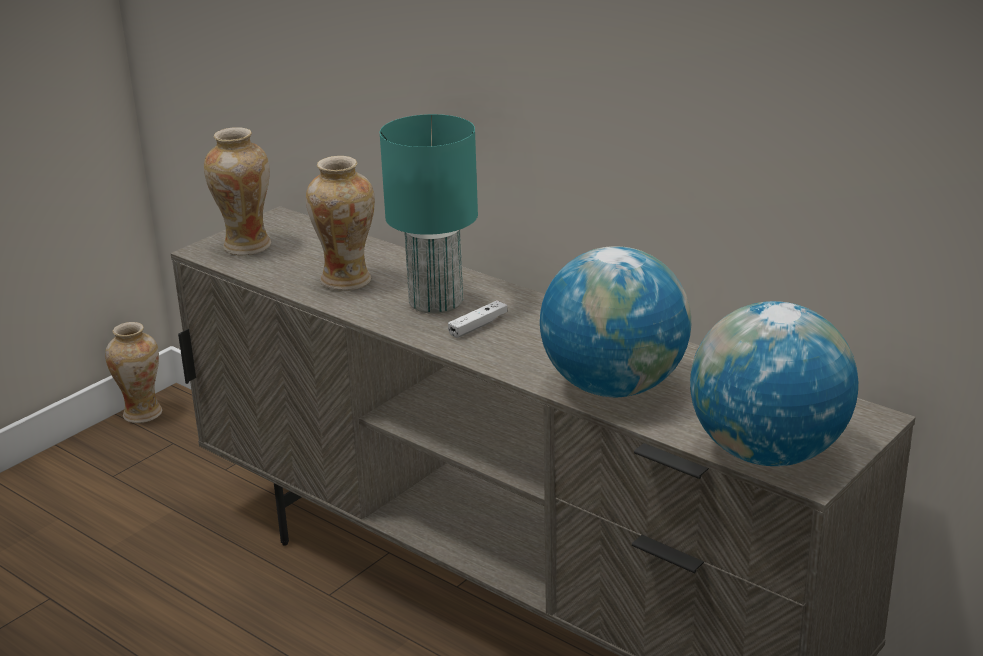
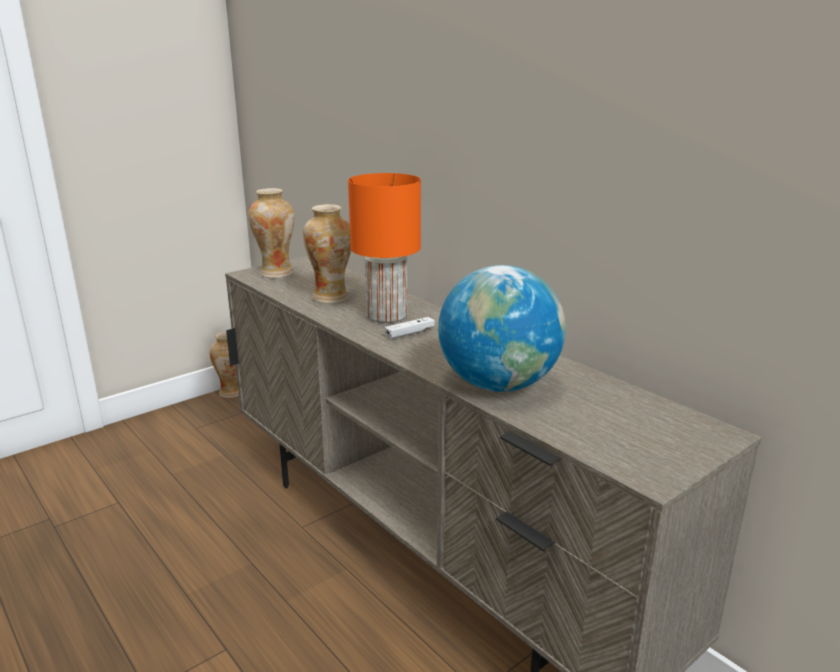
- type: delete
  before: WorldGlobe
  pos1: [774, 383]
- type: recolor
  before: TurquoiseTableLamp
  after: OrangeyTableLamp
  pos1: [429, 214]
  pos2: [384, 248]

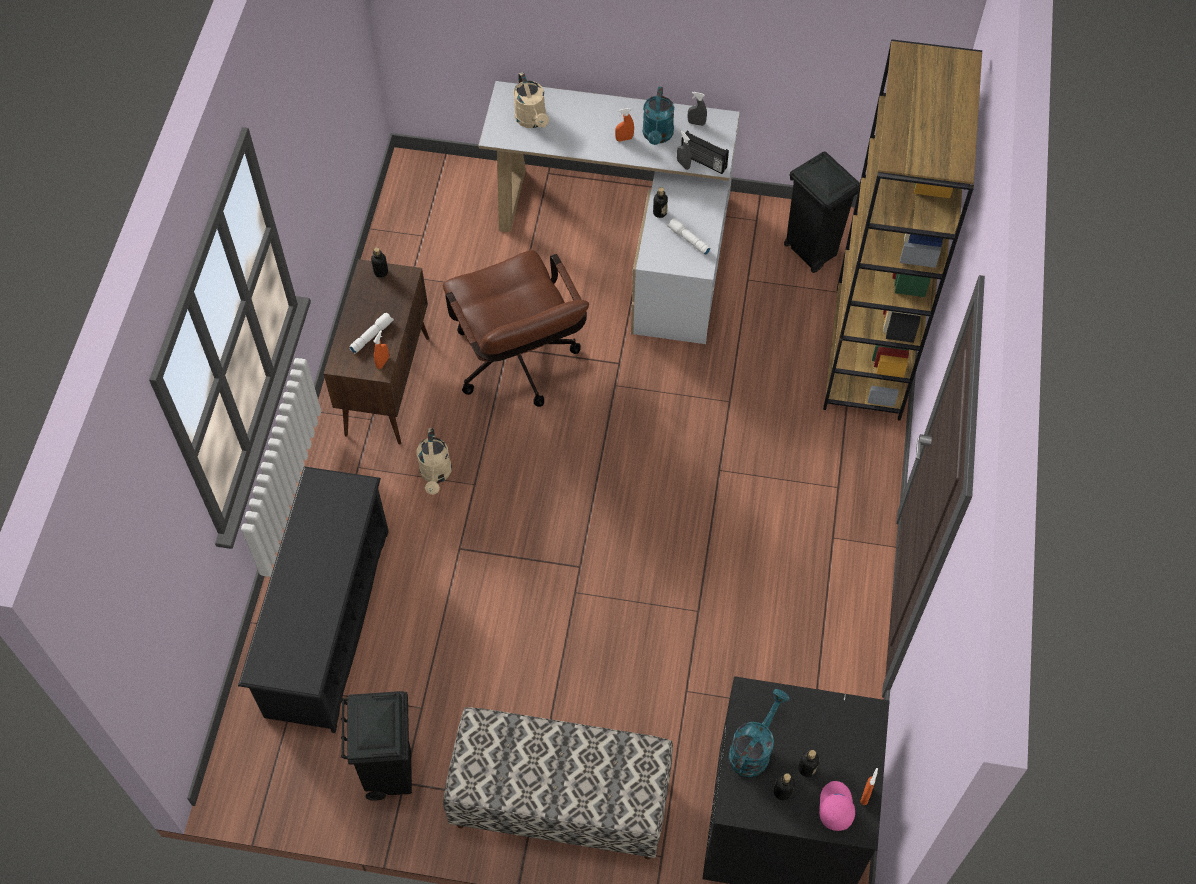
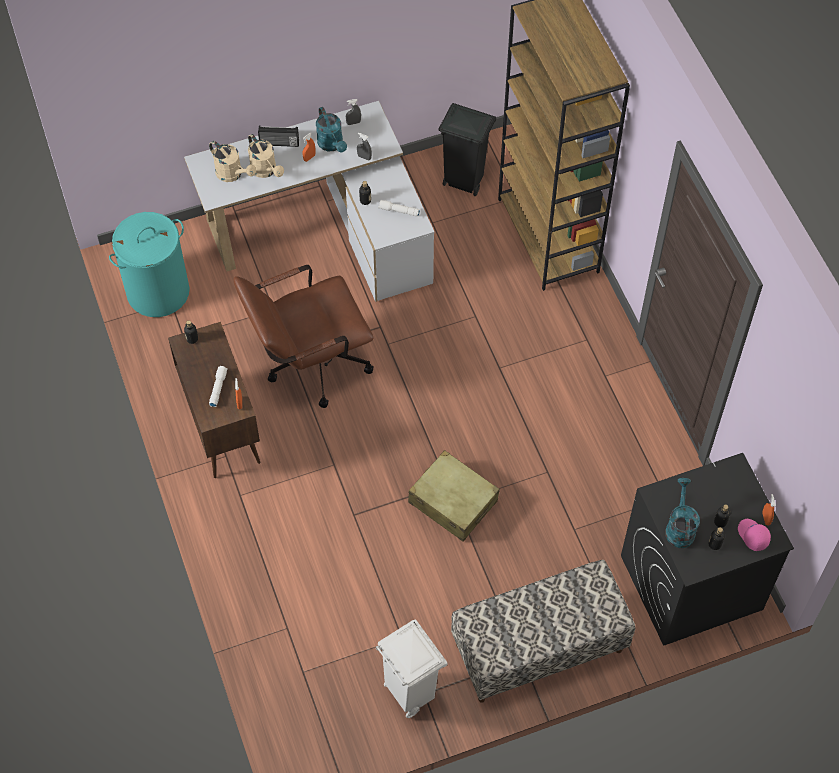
- type: delete
  before: BlackColouredShoeRack
  pos1: [313, 599]
- type: insert
  after: TurquoiseLaundryBasket
  pos2: [149, 264]
- type: insert
  after: SandColouredSuitcase
  pos2: [454, 496]
- type: move
  before: SandColouredWateringPot
  pos1: [434, 461]
  pos2: [266, 156]
- type: move
  before: Radio
  pos1: [705, 152]
  pos2: [278, 136]
- type: recolor
  before: BlackColouredWasteBin
  after: WhitishWasteBin
  pos1: [376, 746]
  pos2: [411, 668]
- type: rotate
  before: BrownDeskChair
  pos1: [516, 328]
  pos2: [304, 336]
  turn: 120

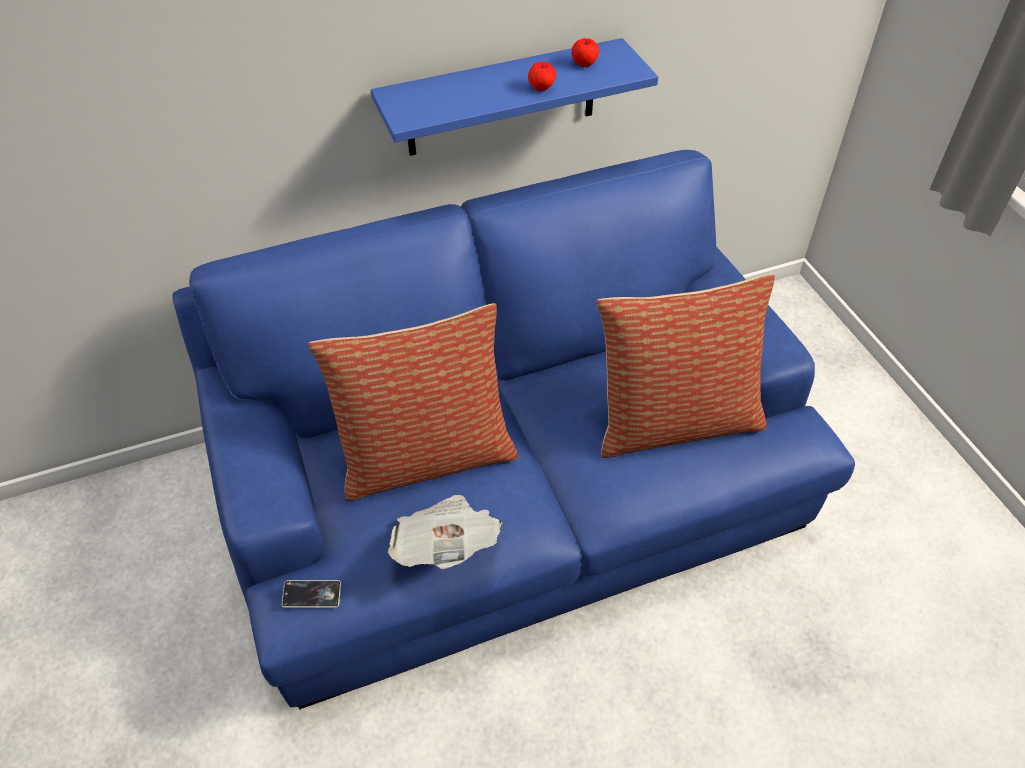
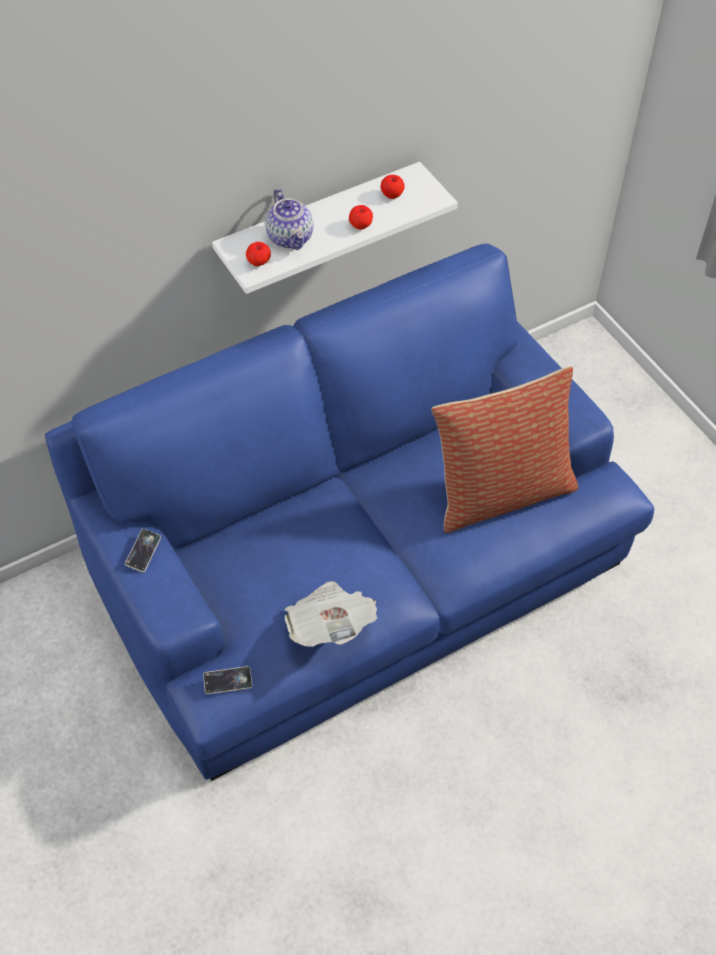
- type: delete
  before: Cushion
  pos1: [413, 402]
- type: insert
  after: Phone
  pos2: [143, 550]
- type: insert
  after: Apple
  pos2: [258, 254]
- type: insert
  after: PotForTea
  pos2: [289, 219]
- type: recolor
  before: BlueBracketShelf
  after: WhitishBracketShelf
  pos1: [514, 97]
  pos2: [335, 228]

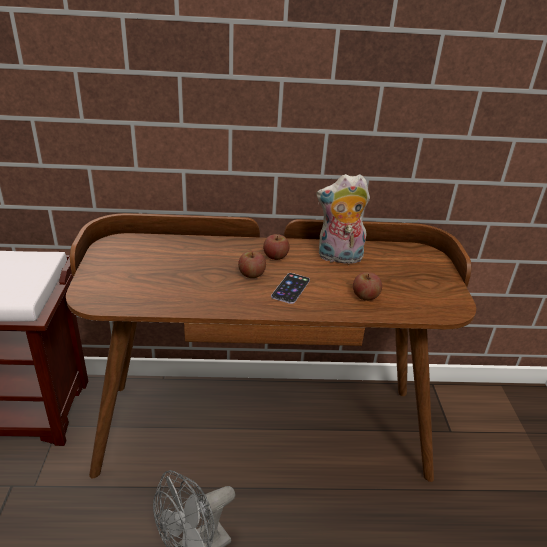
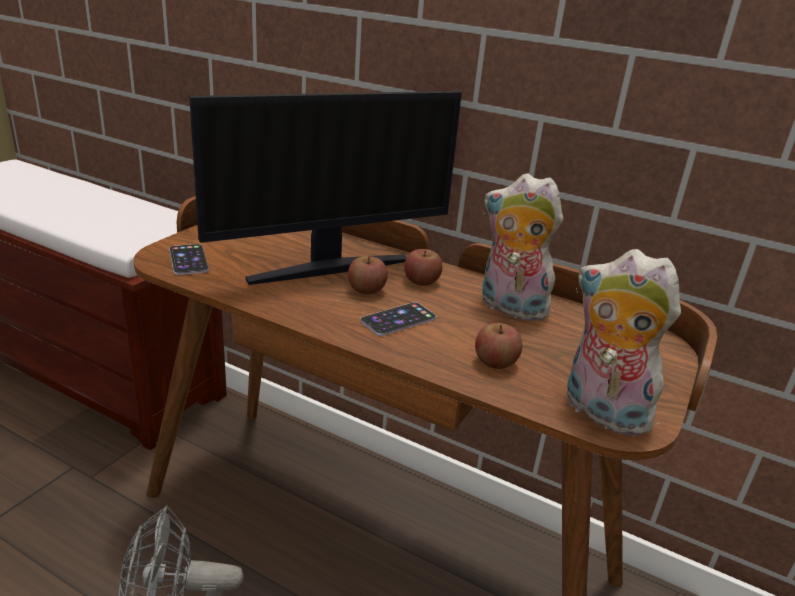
- type: insert
  after: Phone
  pos2: [189, 259]
- type: insert
  after: ComputerScreen
  pos2: [325, 188]
- type: insert
  after: SoftToy
  pos2: [624, 342]

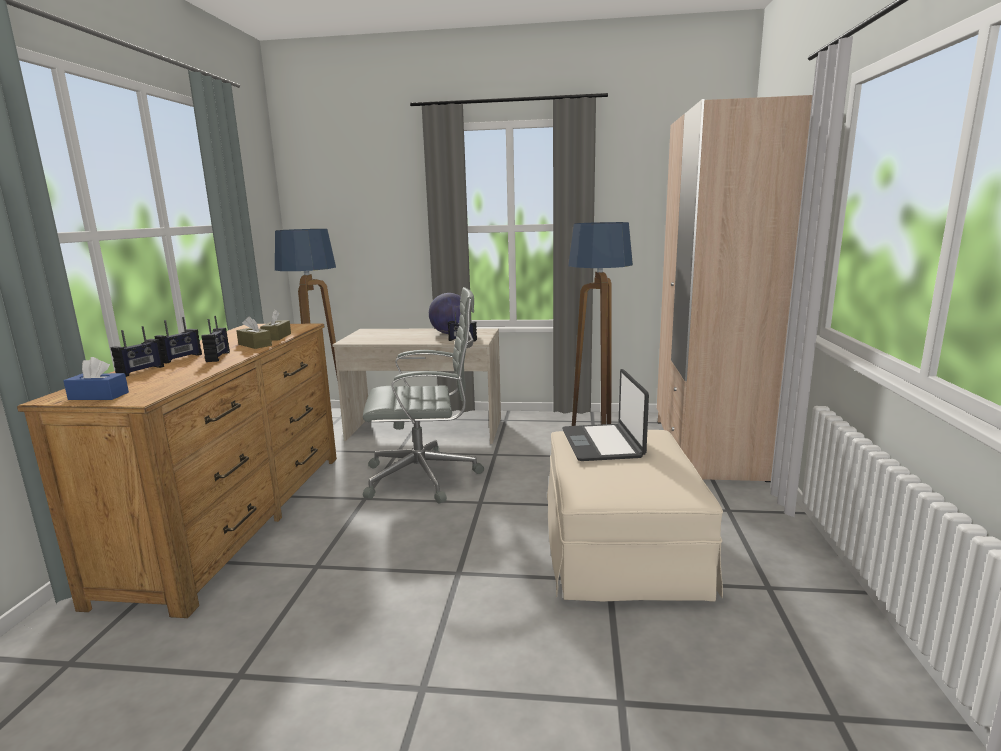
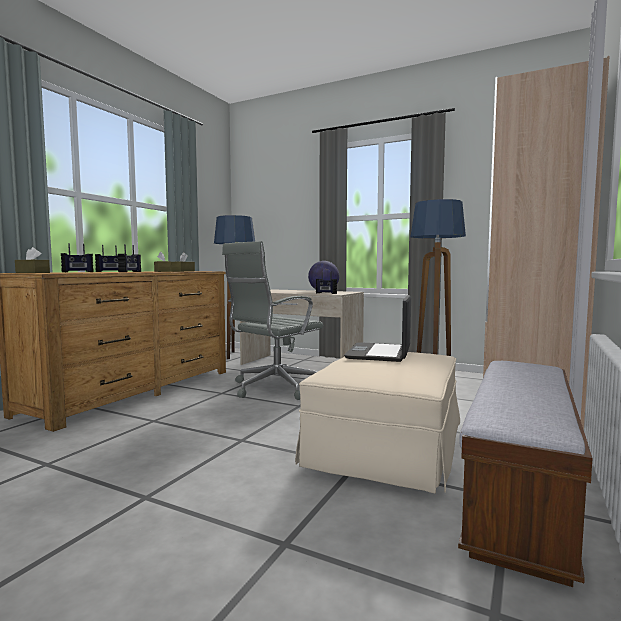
- type: insert
  after: IndoorBench
  pos2: [525, 474]
- type: recolor
  before: BlueTissueHolder
  after: BrownTissueHolder
  pos1: [96, 378]
  pos2: [32, 260]
- type: rotate
  before: GrayDeskChair
  pos1: [423, 395]
  pos2: [272, 320]
  turn: 120

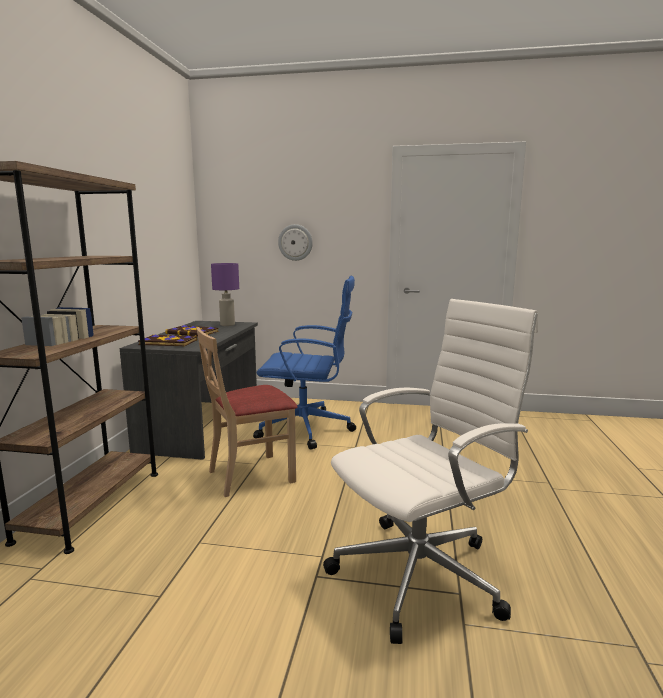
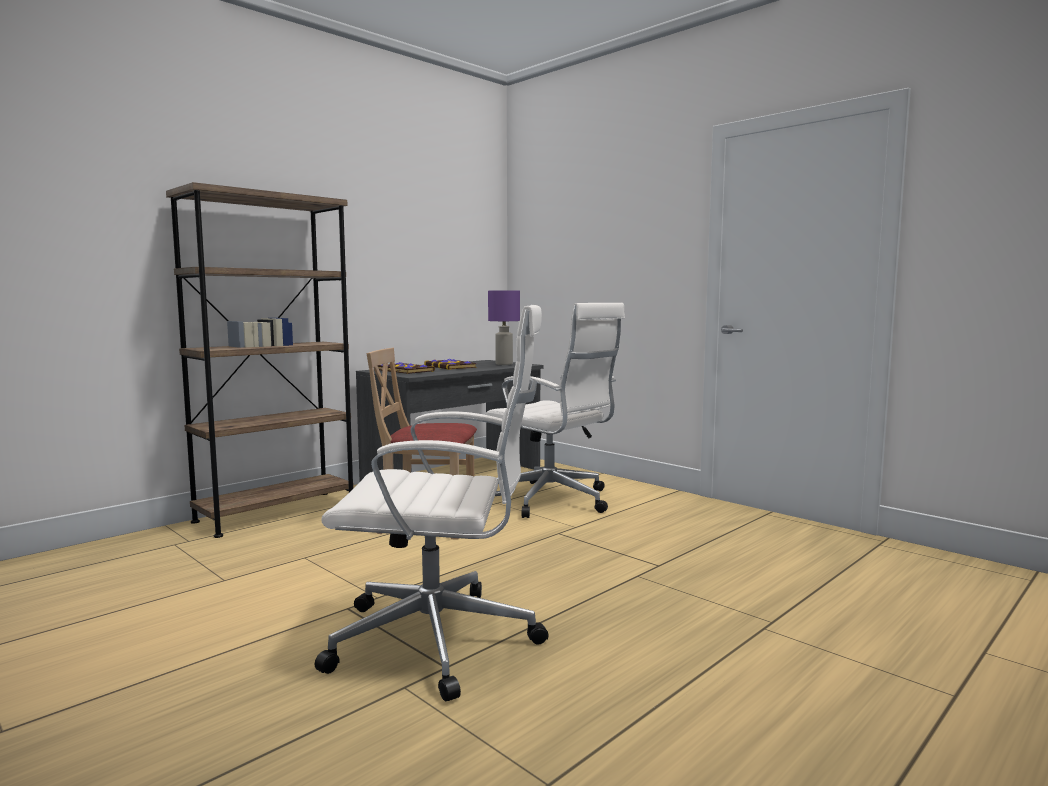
- type: delete
  before: ClockOnTheWall
  pos1: [295, 242]
- type: recolor
  before: BlueDeskChair
  after: WhitishDeskChair
  pos1: [304, 362]
  pos2: [555, 410]

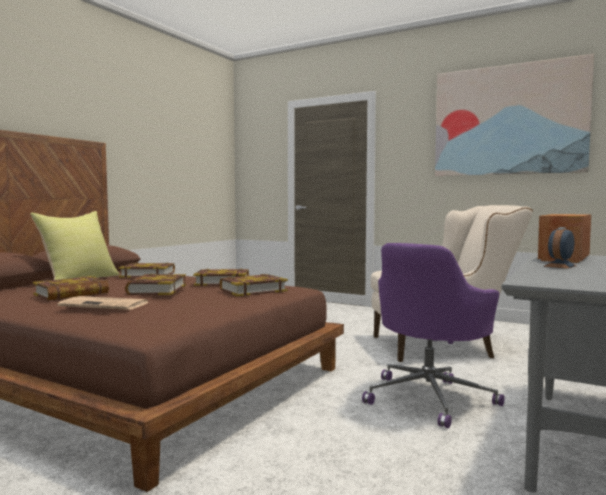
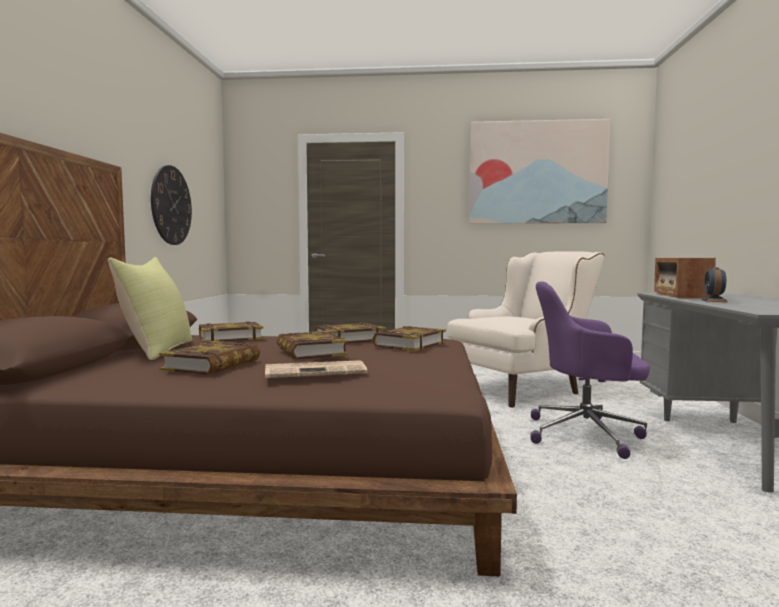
- type: insert
  after: ClockOnTheWall
  pos2: [171, 205]
- type: rotate
  before: PurplishDeskChair
  pos1: [433, 335]
  pos2: [590, 370]
  turn: 90

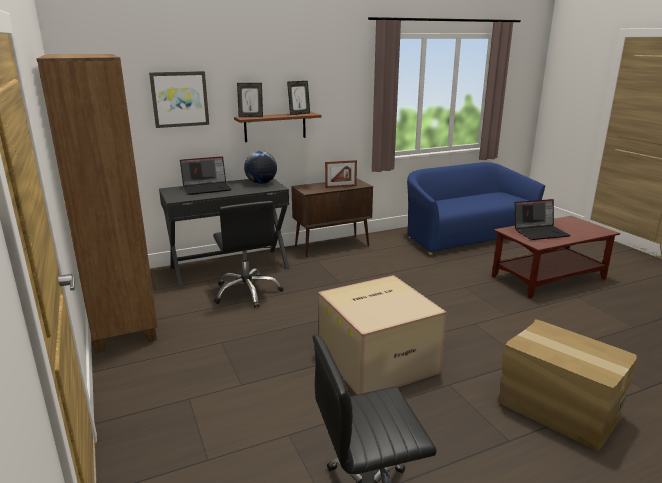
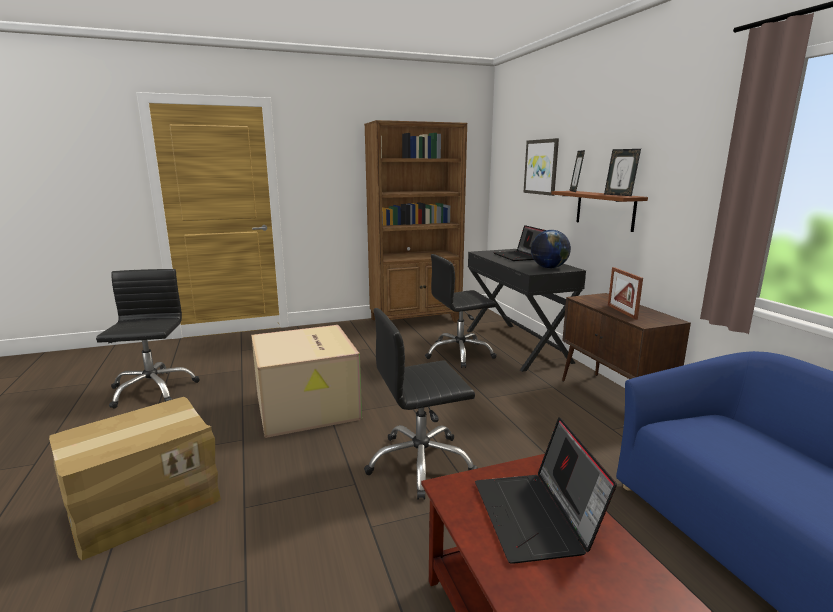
- type: insert
  after: BlackColouredDeskChair
  pos2: [421, 404]

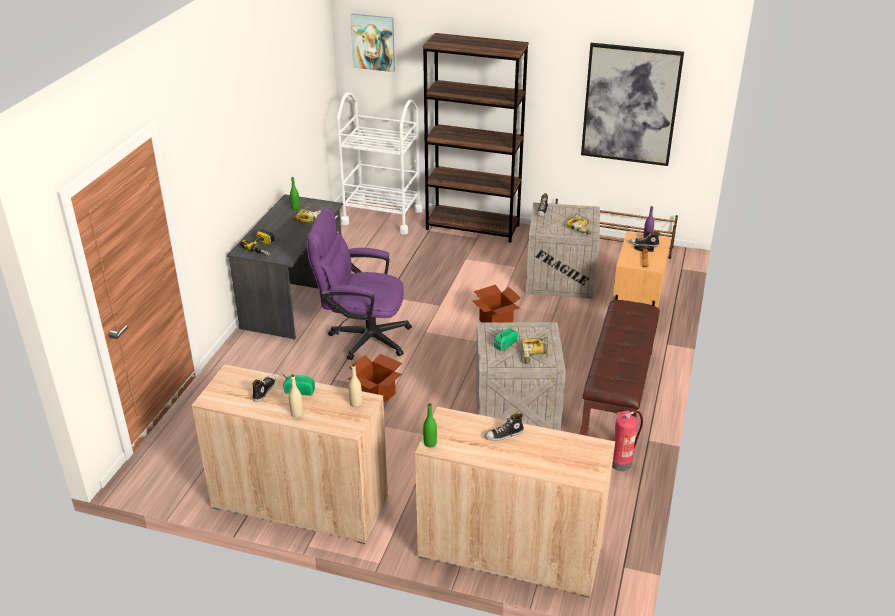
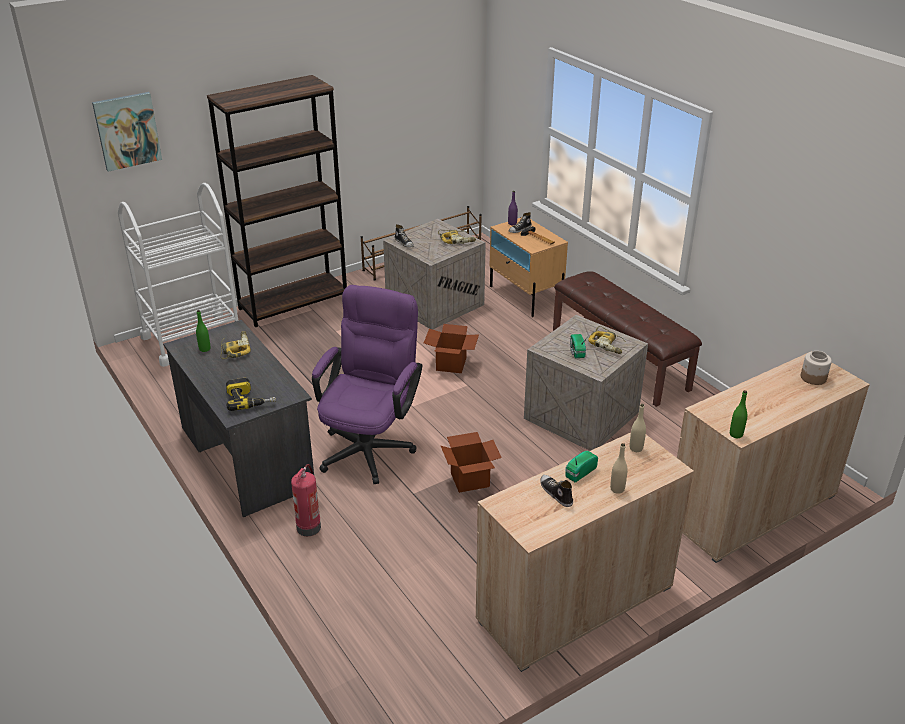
- type: delete
  before: Shoe
  pos1: [504, 427]
- type: delete
  before: Picture
  pos1: [632, 104]
- type: insert
  after: PreserveJar
  pos2: [816, 368]
- type: move
  before: FireExtinguisher
  pos1: [627, 440]
  pos2: [306, 500]
- type: rotate
  before: PurplishDeskChair
  pos1: [359, 284]
  pos2: [367, 384]
  turn: 150

